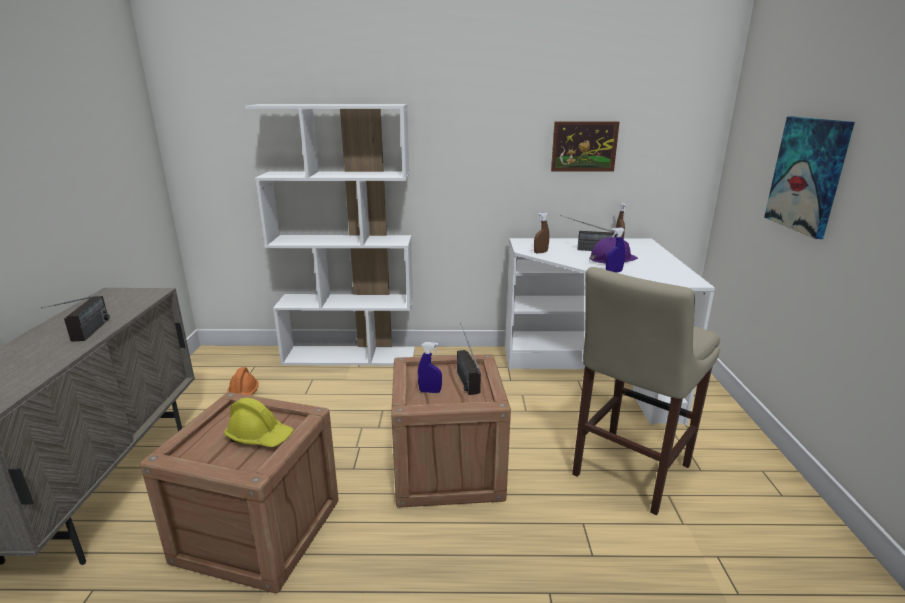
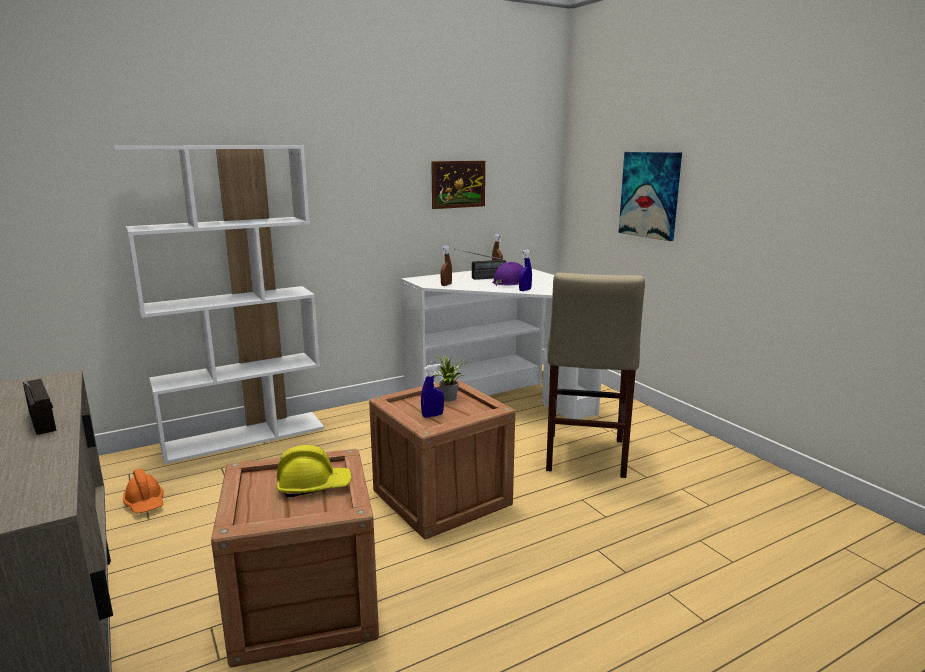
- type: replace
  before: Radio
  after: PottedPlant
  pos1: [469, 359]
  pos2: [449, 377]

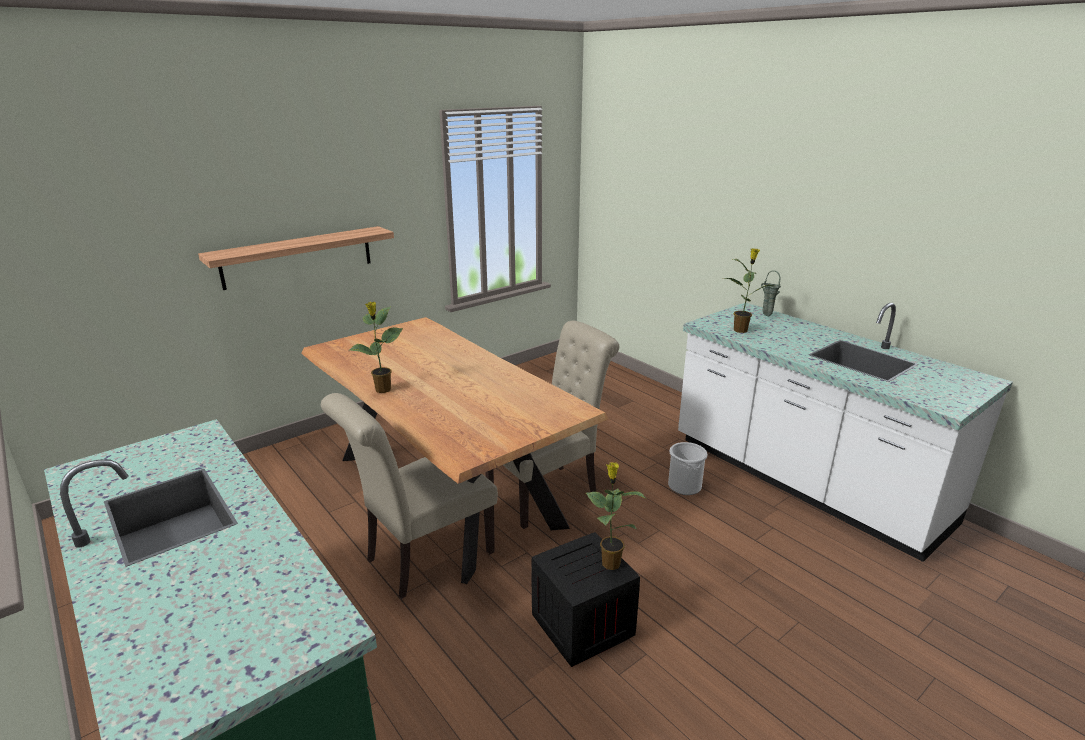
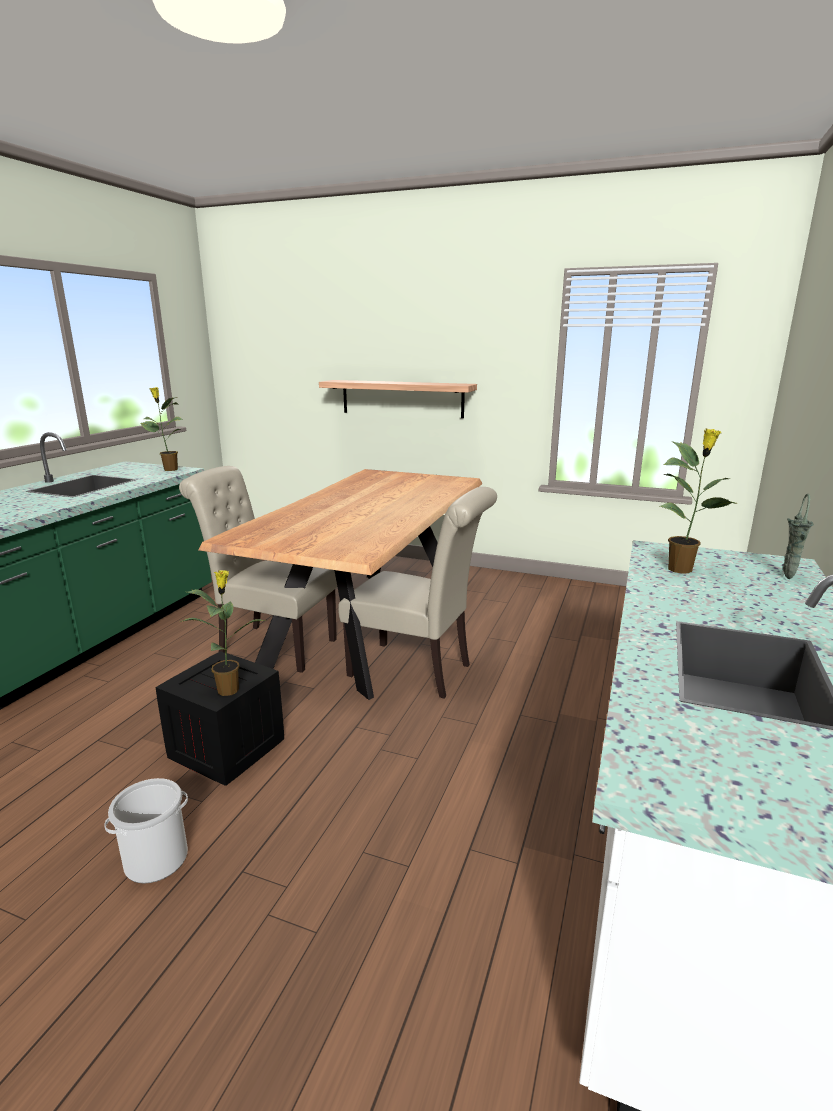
- type: move
  before: PottedPlant
  pos1: [376, 347]
  pos2: [162, 429]
- type: move
  before: Bucket
  pos1: [687, 468]
  pos2: [146, 831]

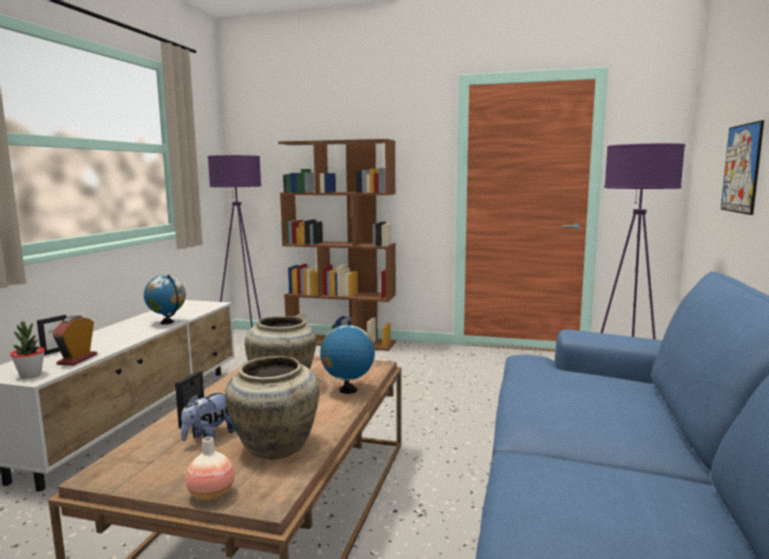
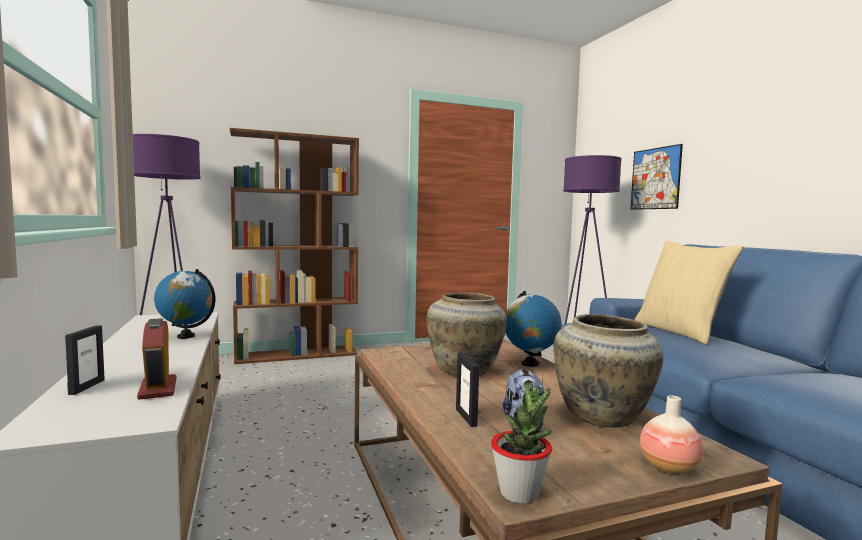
- type: insert
  after: SandColouredCushion
  pos2: [689, 293]
- type: move
  before: PottedPlant
  pos1: [27, 350]
  pos2: [522, 442]

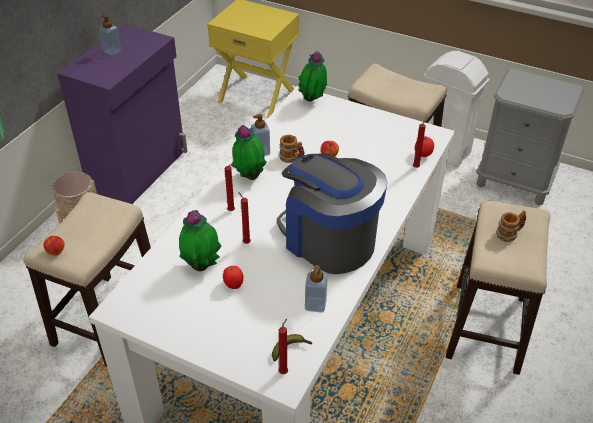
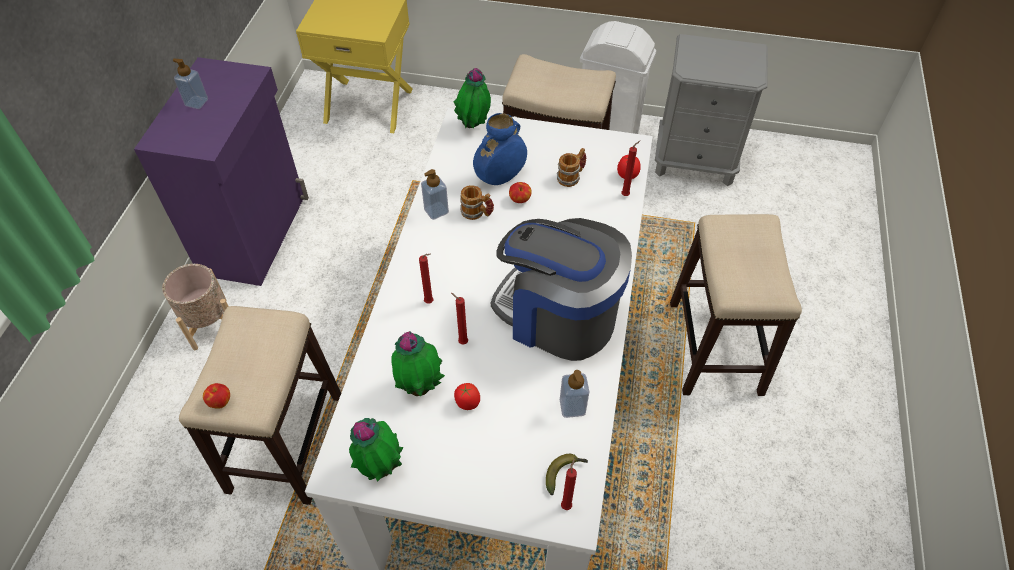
- type: insert
  after: BlueFlowerVase
  pos2: [500, 149]
- type: move
  before: PottedPlant
  pos1: [249, 152]
  pos2: [376, 450]
- type: move
  before: TeaMug
  pos1: [511, 226]
  pos2: [571, 167]

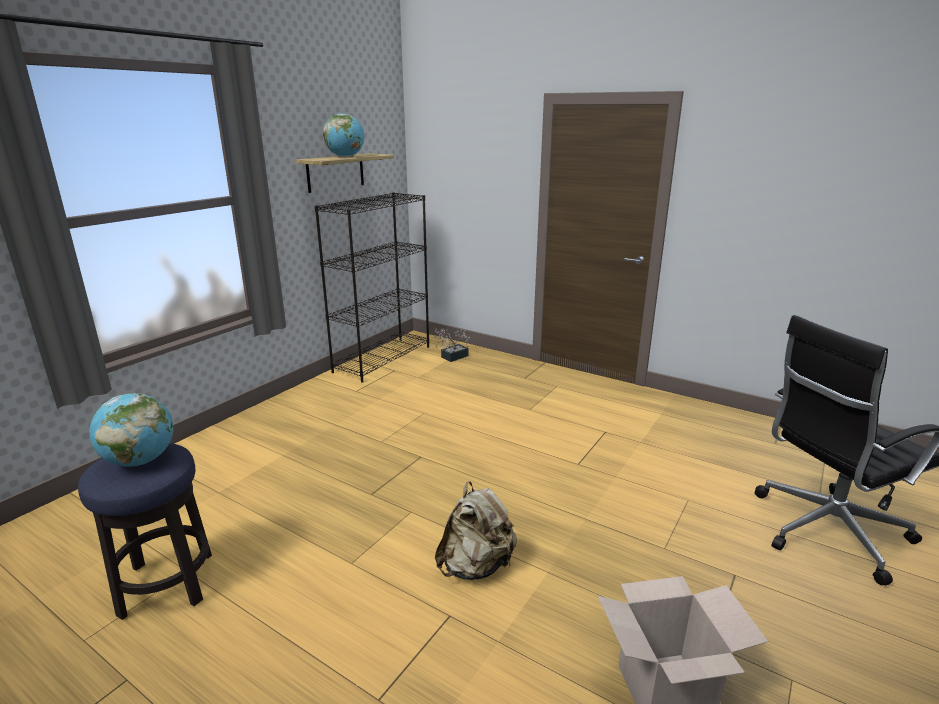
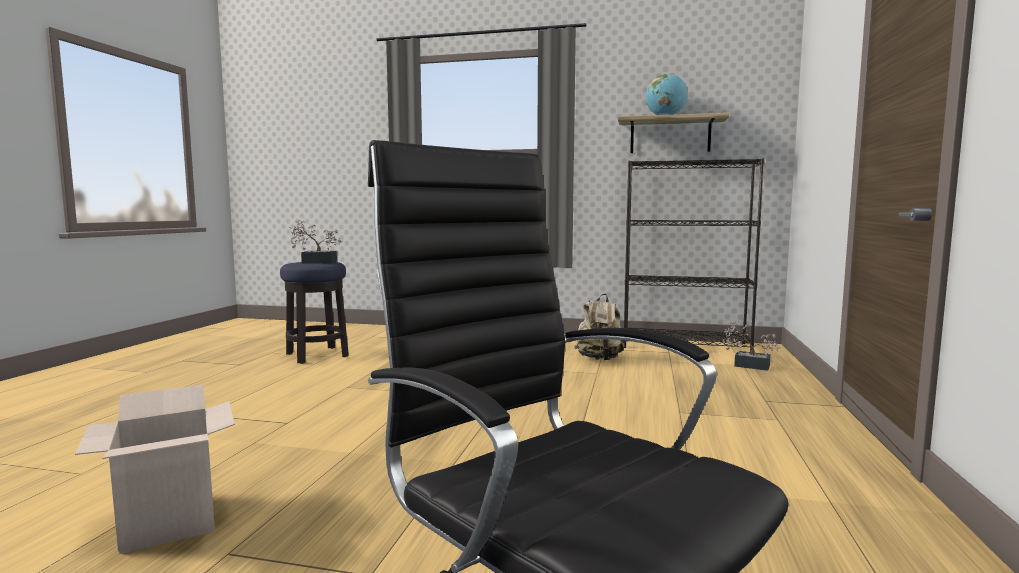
- type: move
  before: SandColouredRucksack
  pos1: [476, 530]
  pos2: [599, 327]
- type: replace
  before: WorldGlobe
  after: PottedPlant
  pos1: [131, 430]
  pos2: [316, 242]

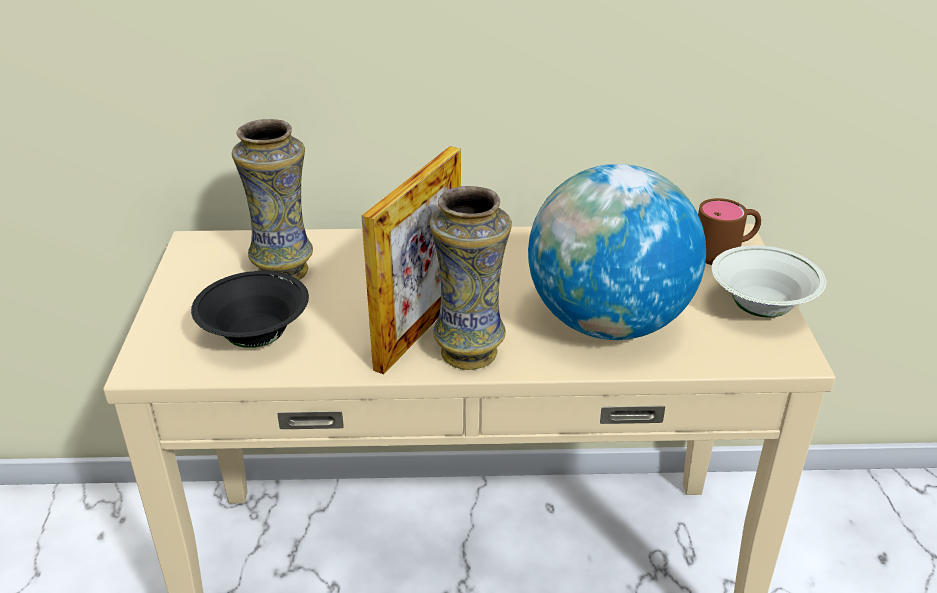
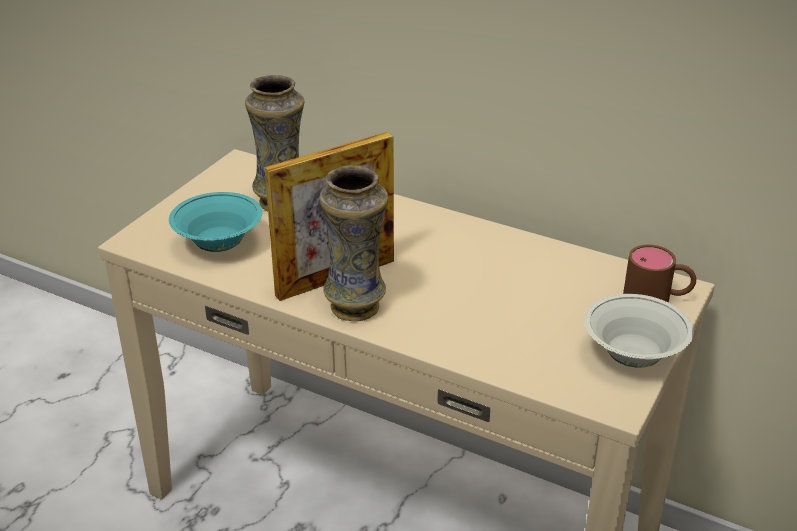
- type: delete
  before: WorldGlobe
  pos1: [617, 252]
- type: recolor
  before: BlackColouredBowl
  after: TurquoiseBowl
  pos1: [250, 309]
  pos2: [215, 222]

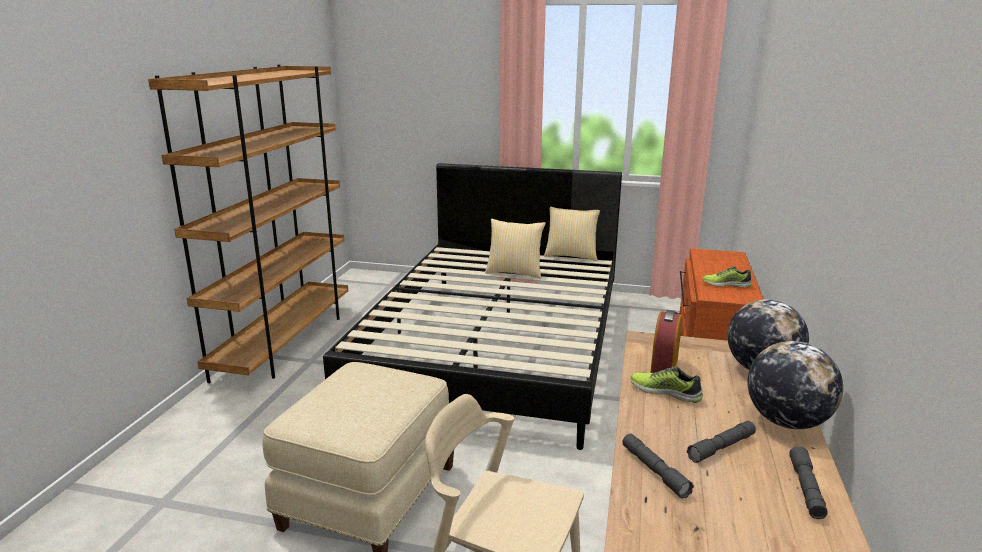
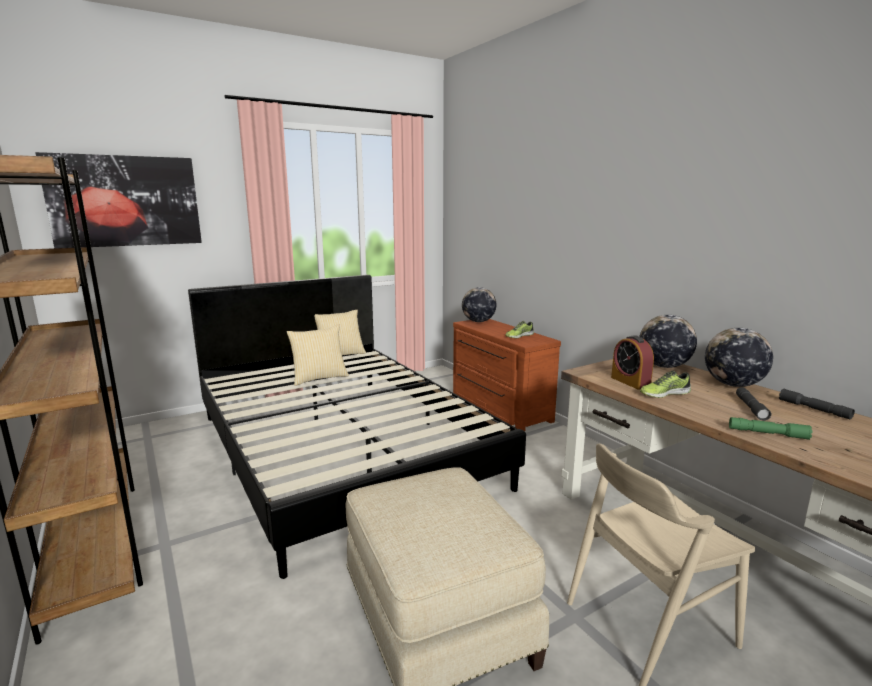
- type: insert
  after: Picture
  pos2: [118, 200]
- type: insert
  after: WorldGlobe
  pos2: [479, 304]
- type: recolor
  before: GrayFlashlight
  after: GreenColouredFlashlight
  pos1: [658, 466]
  pos2: [770, 428]

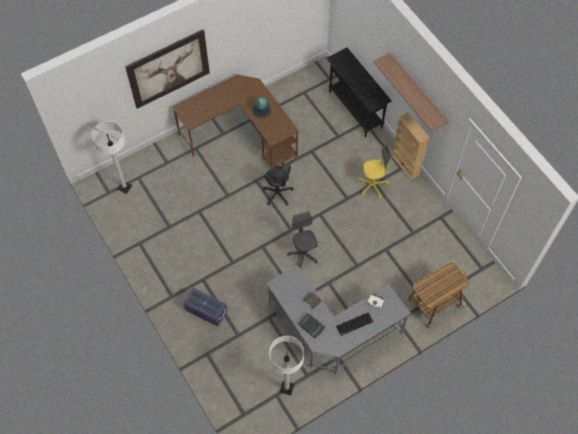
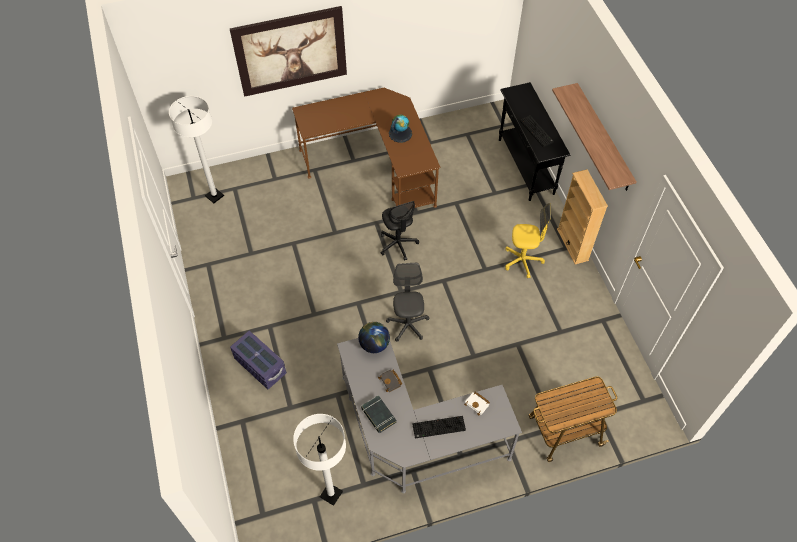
- type: insert
  after: WorldGlobe
  pos2: [374, 337]

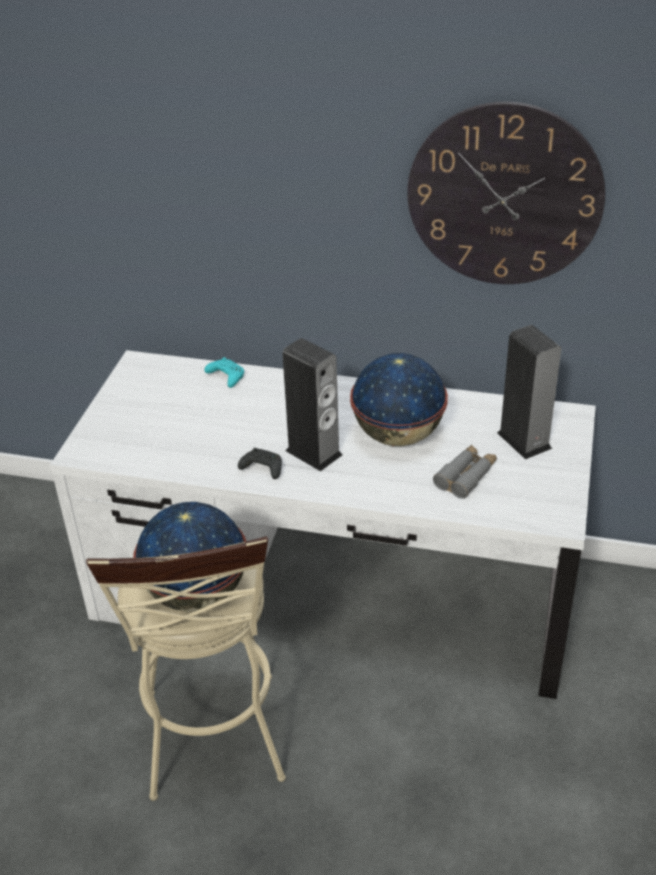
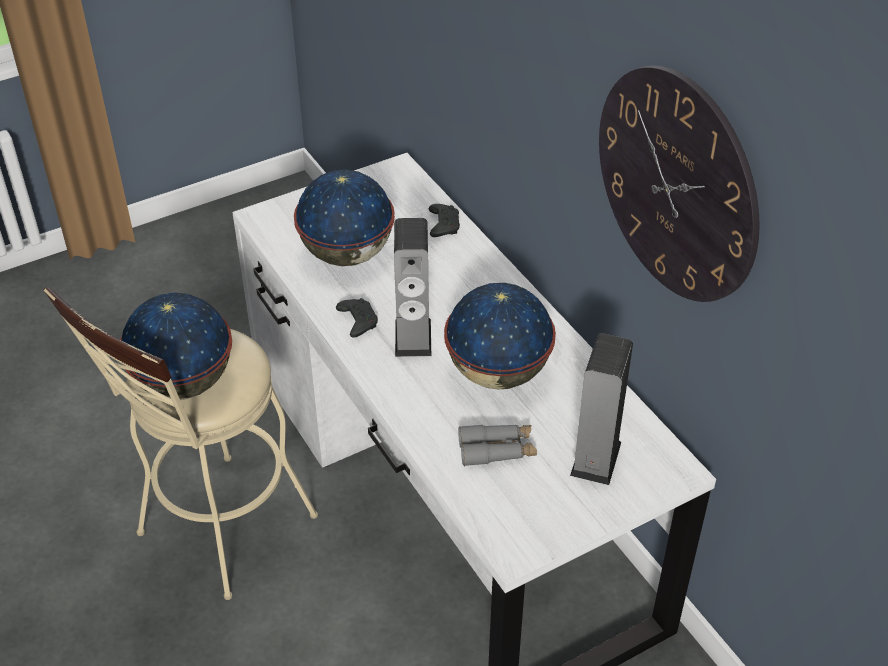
- type: insert
  after: WorldGlobe
  pos2: [344, 217]
- type: recolor
  before: TurquoiseJoypad
  after: BlackColouredJoypad
  pos1: [224, 372]
  pos2: [444, 220]

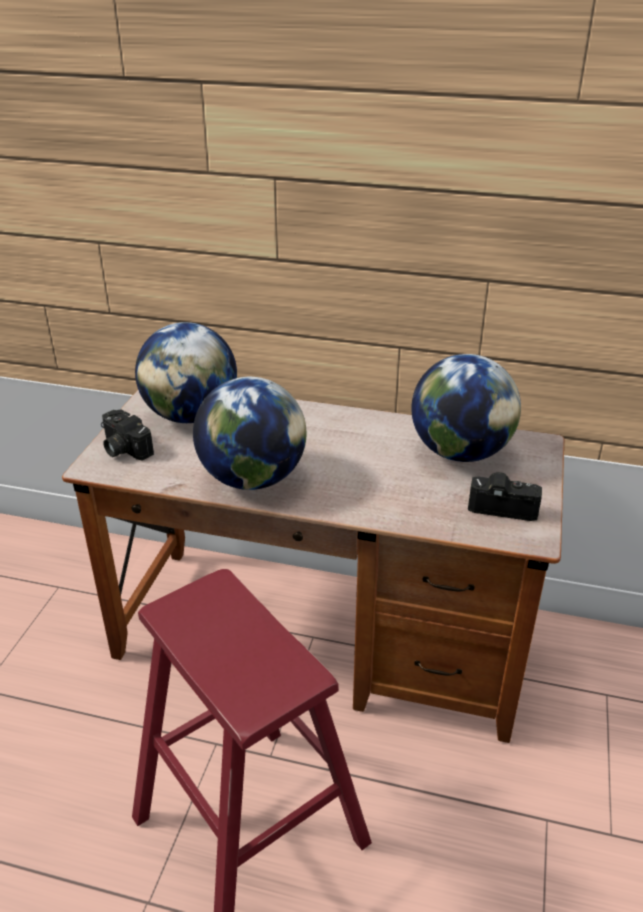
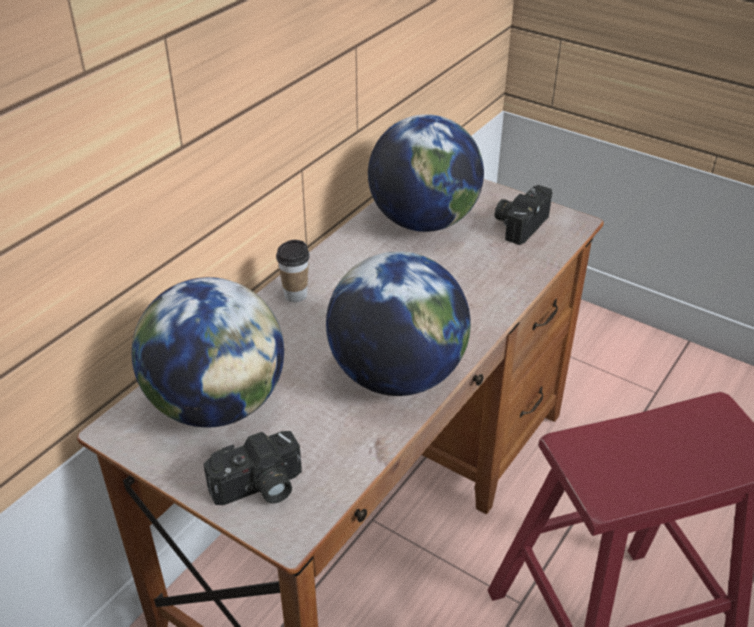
- type: insert
  after: Cup
  pos2: [293, 271]

